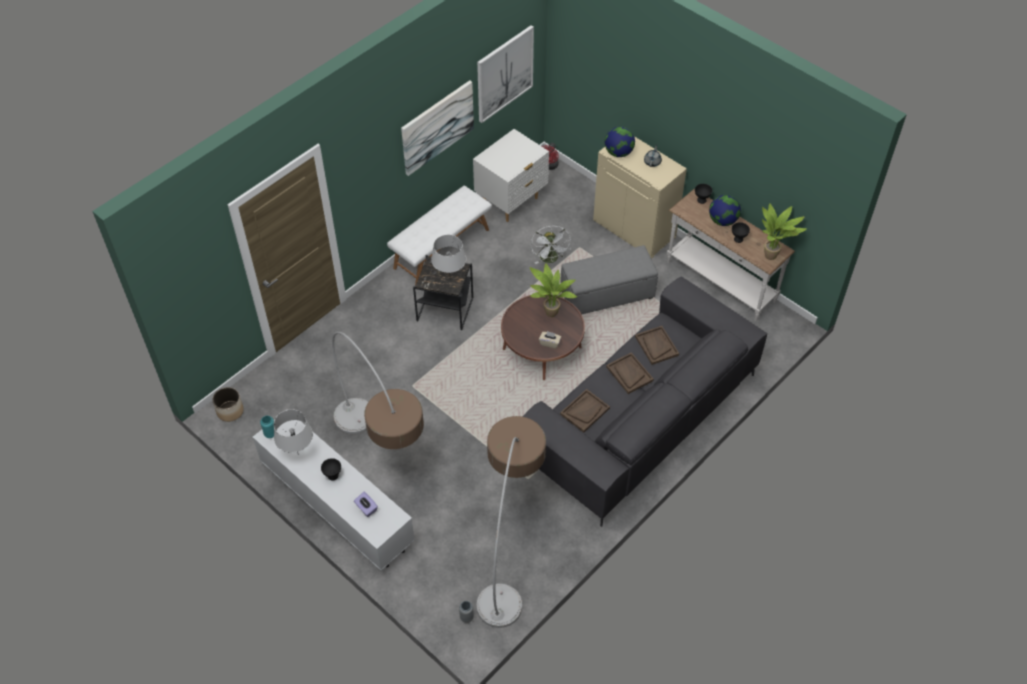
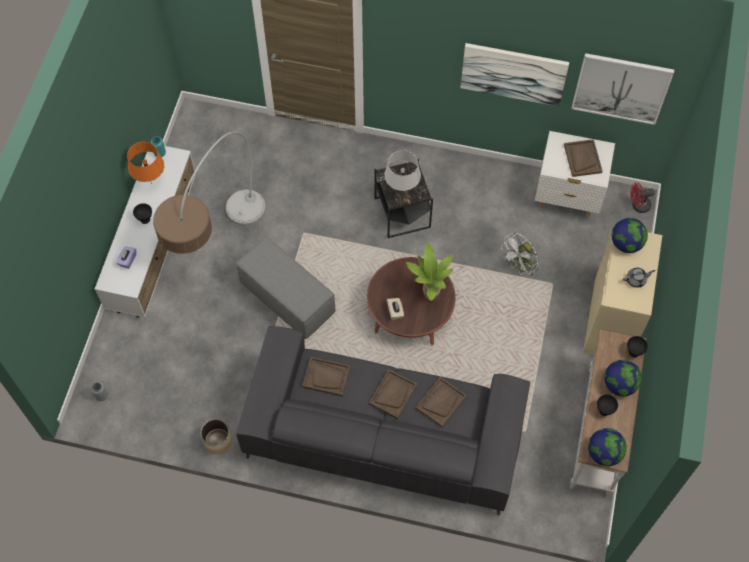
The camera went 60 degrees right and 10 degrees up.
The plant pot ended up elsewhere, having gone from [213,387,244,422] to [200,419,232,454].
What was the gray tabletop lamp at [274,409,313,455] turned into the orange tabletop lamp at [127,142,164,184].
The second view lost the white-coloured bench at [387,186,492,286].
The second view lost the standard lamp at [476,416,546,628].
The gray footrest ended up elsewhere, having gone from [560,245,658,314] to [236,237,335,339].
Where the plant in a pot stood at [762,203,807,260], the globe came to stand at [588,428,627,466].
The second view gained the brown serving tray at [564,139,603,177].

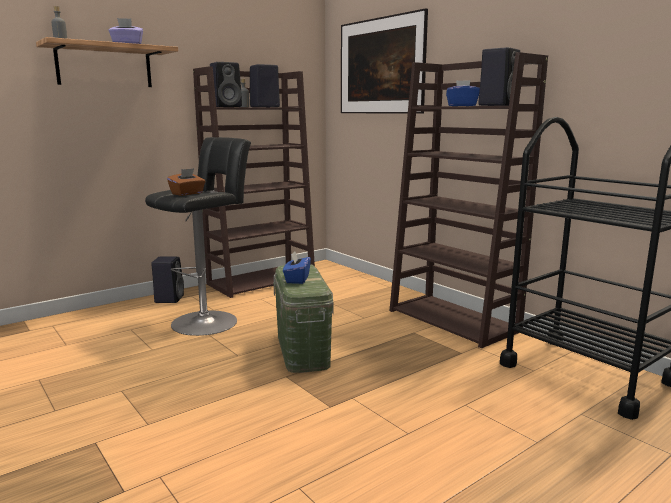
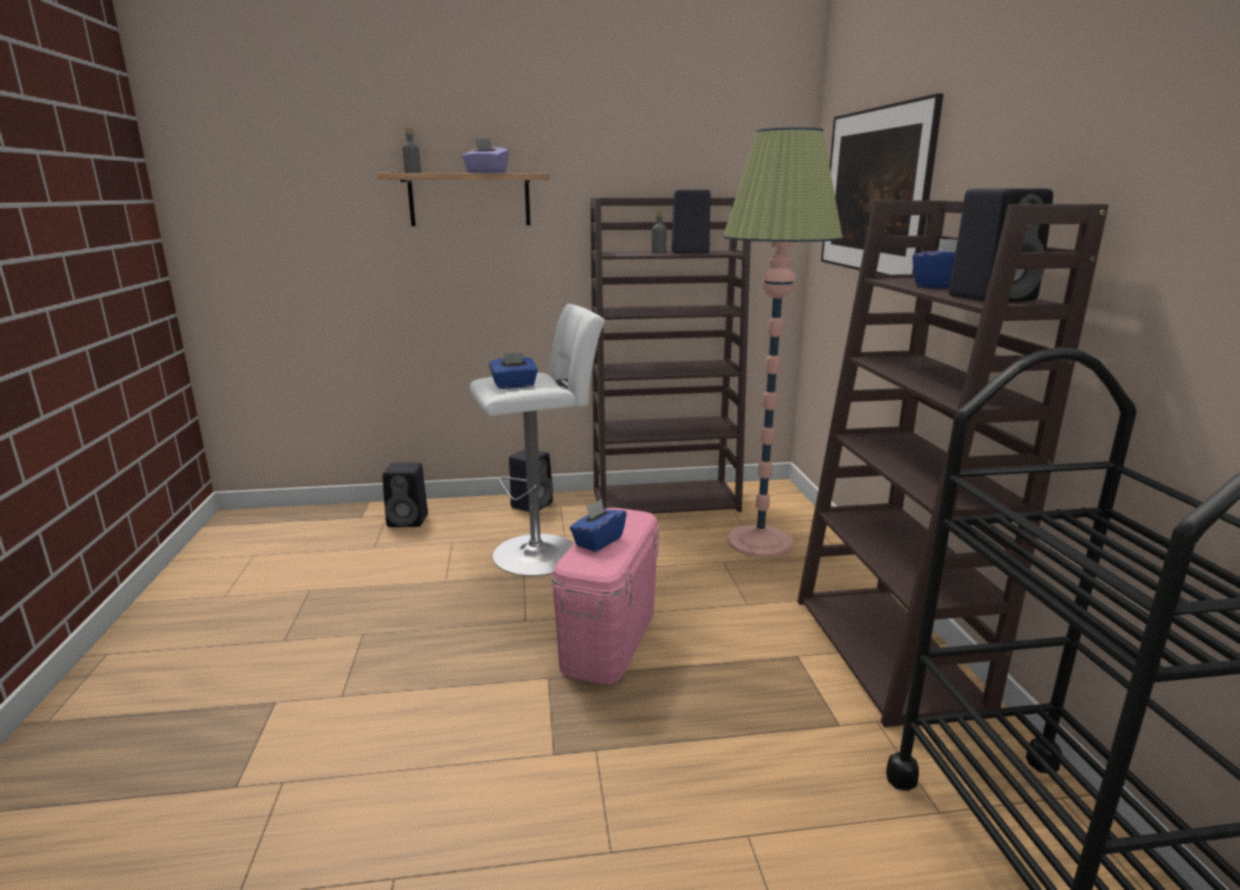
The camera went 30 degrees right and 5 degrees up.
What was the blackish stool at [145,137,251,336] turned into the white-coloured stool at [470,304,605,576].
What was the brown tissue holder at [167,168,206,196] turned into the blue-coloured tissue holder at [489,352,538,389].
The blackish audio speaker ended up elsewhere, having gone from [210,62,242,107] to [382,462,428,527].
What was the green storage box at [273,264,334,373] turned into the pink storage box at [551,508,659,684].
The second view gained the standard lamp at [723,128,843,558].

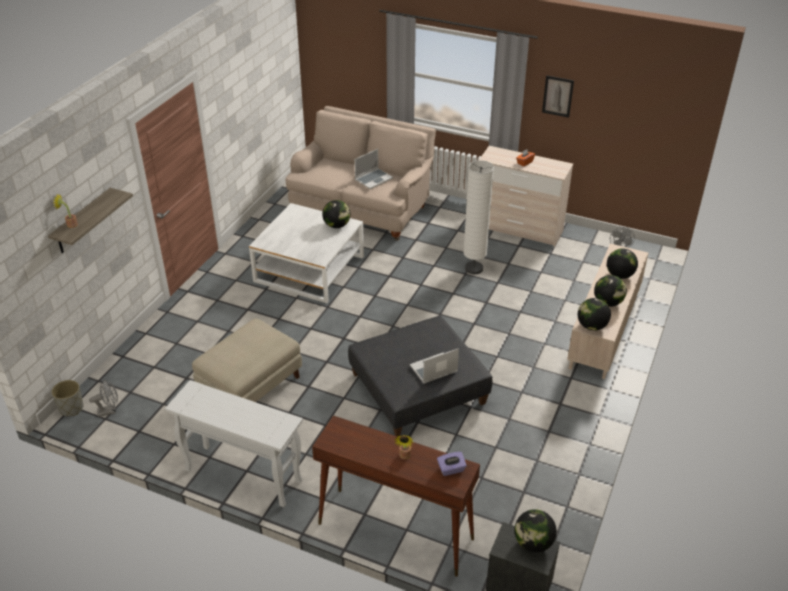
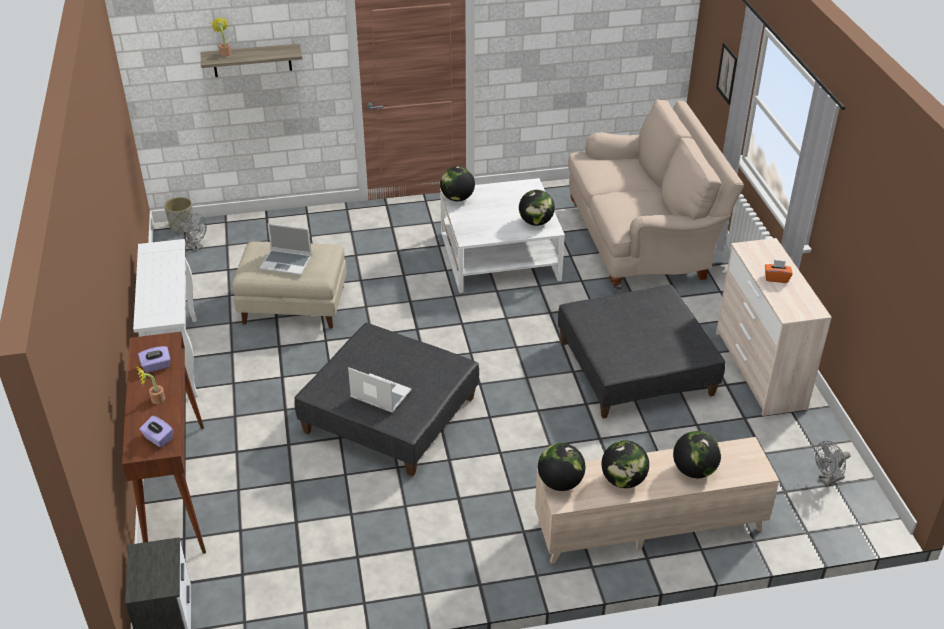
The camera went 55 degrees right and 0 degrees up.
The laptop ended up elsewhere, having gone from [354,149,393,189] to [260,223,312,276].
Where the white-coloured standard lamp stood at [463,160,494,274], the gray footrest came to stand at [558,285,725,418].
The globe ended up elsewhere, having gone from [514,509,557,552] to [440,166,475,201].
The picture ended up elsewhere, having gone from [542,75,574,118] to [716,42,737,105].
The second view gained the purple tissue holder at [138,346,171,373].

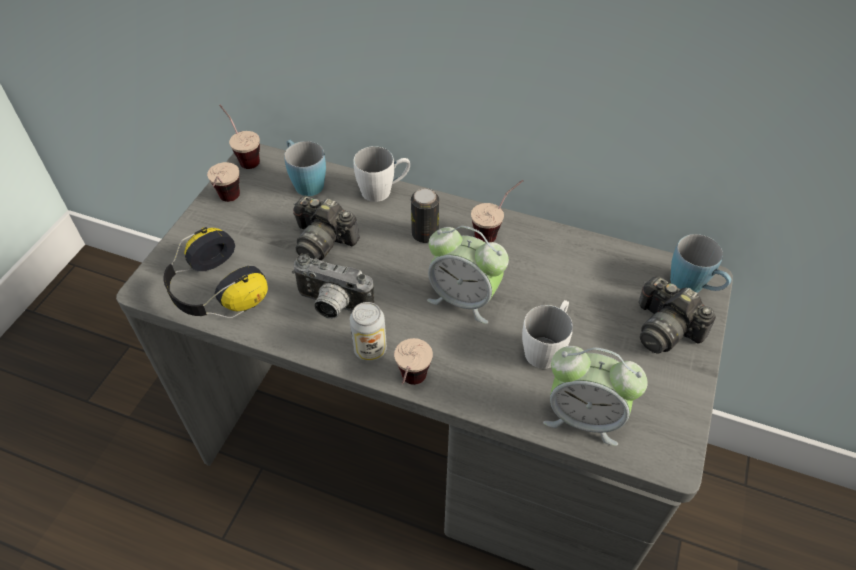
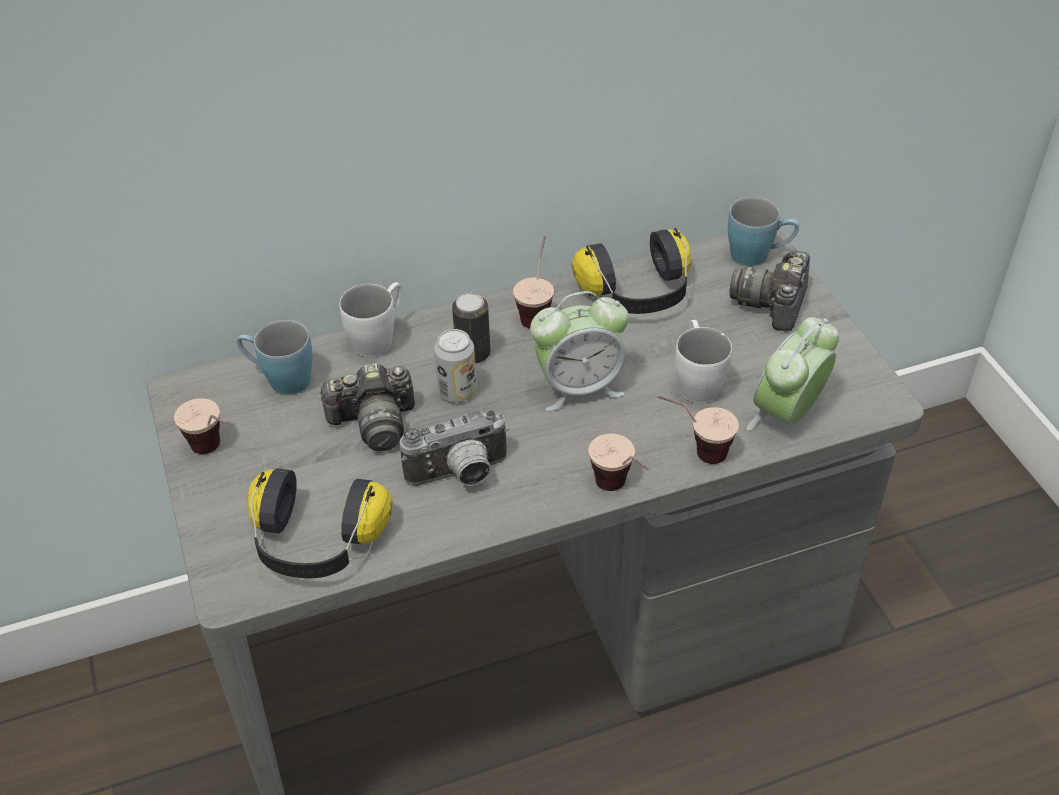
The camera went 40 degrees left and 5 degrees down.
The small cup ended up elsewhere, having gone from [219,104,260,169] to [657,395,739,464].
The sealed can ended up elsewhere, having gone from [350,302,387,361] to [434,329,477,403].
The bedside clock at [543,346,648,446] ended up facing another way, 150 degrees clockwise from before.
The still camera at [639,276,716,353] ended up facing another way, 105 degrees clockwise from before.
The second view gained the pair of headphones at [572,228,691,314].

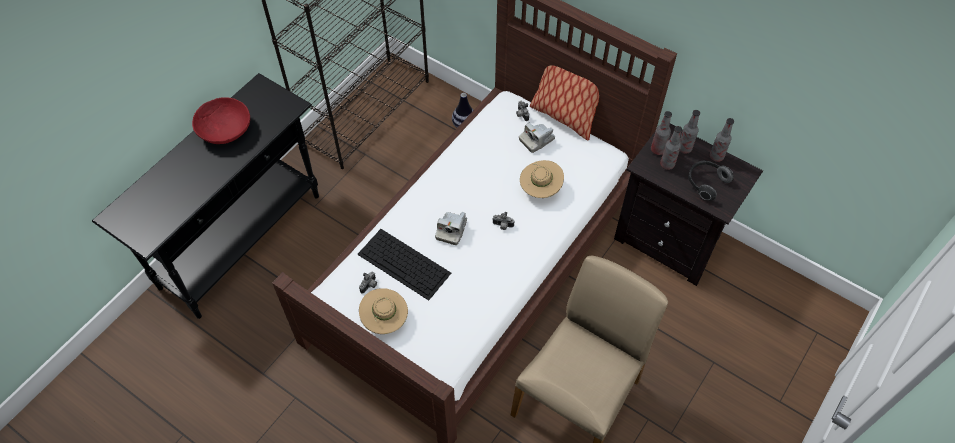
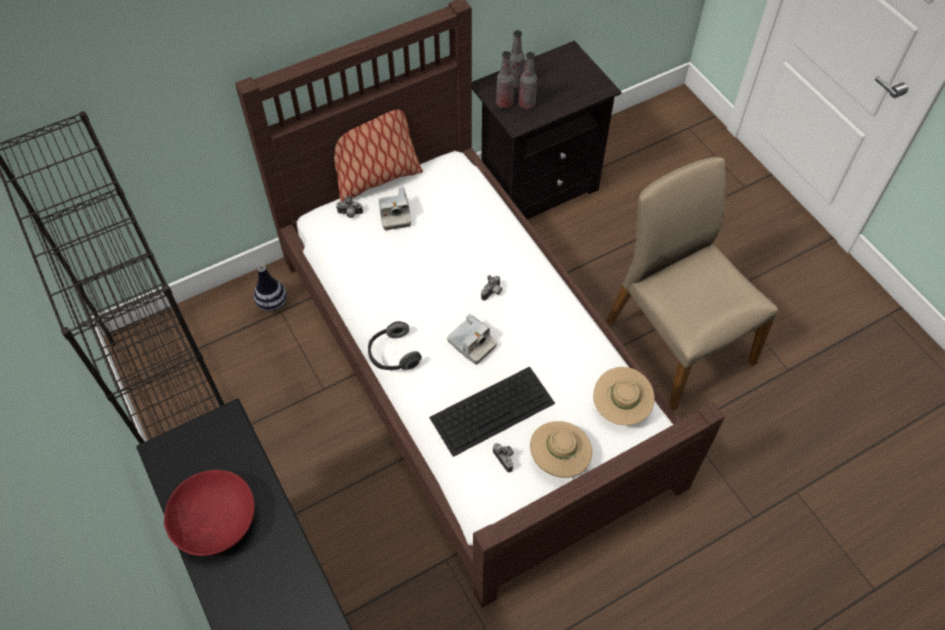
The camera went 65 degrees left and 0 degrees up.
The sand-coloured hat ended up elsewhere, having gone from [520,160,564,198] to [593,367,655,425].
The pair of headphones ended up elsewhere, having gone from [688,160,734,201] to [368,321,422,370].
The second view lost the drink bottle at [710,118,734,162].

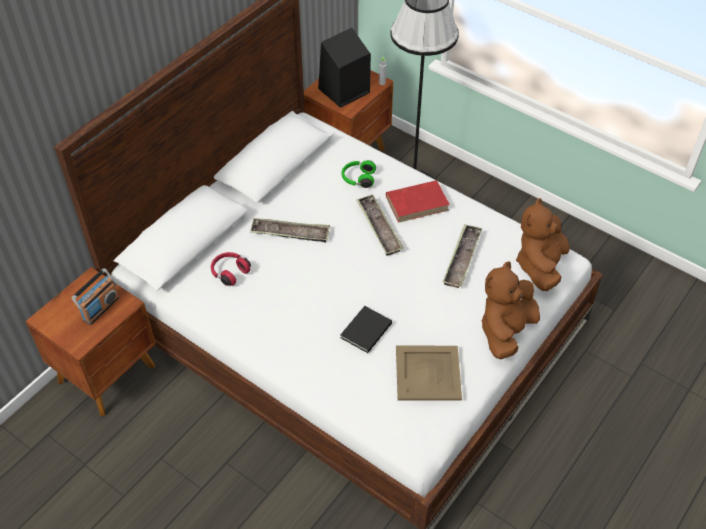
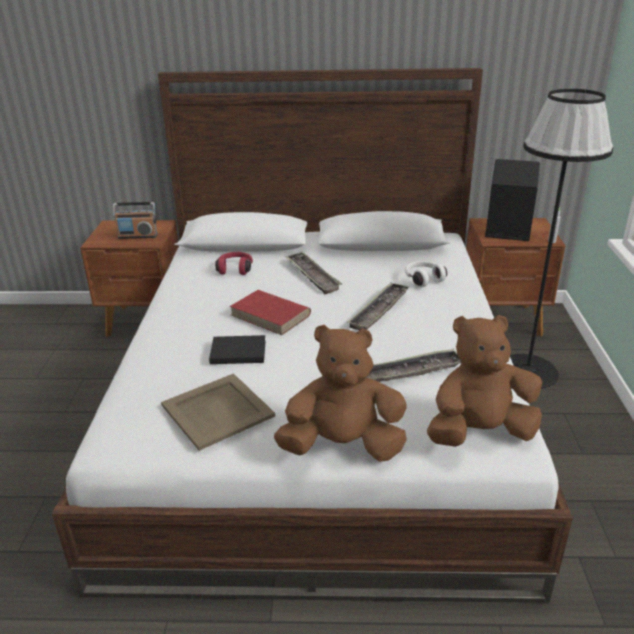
The camera went 55 degrees right and 20 degrees down.
What was the green pair of headphones at [341,160,376,188] turned into the white-coloured pair of headphones at [405,261,447,287].
The red bound book ended up elsewhere, having gone from [386,180,450,223] to [230,290,311,335].

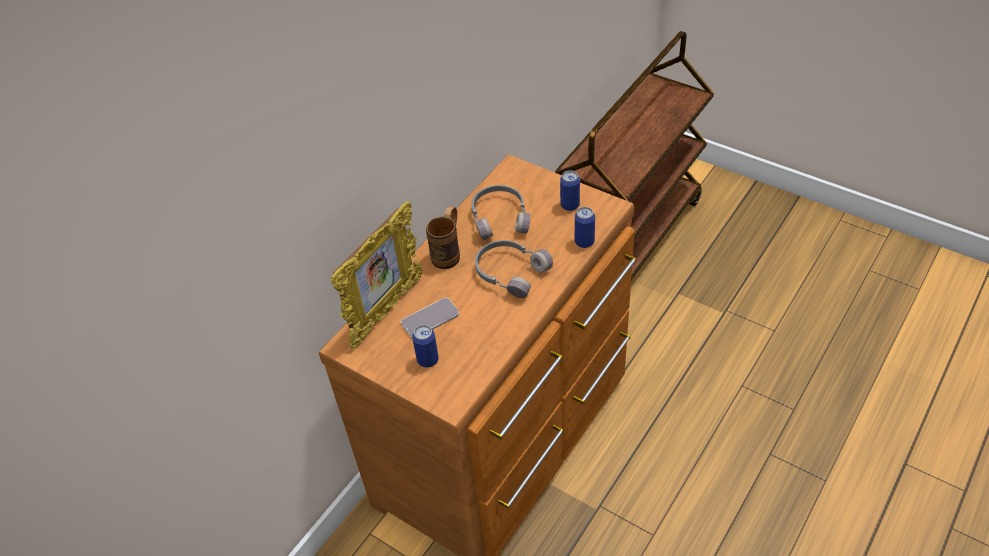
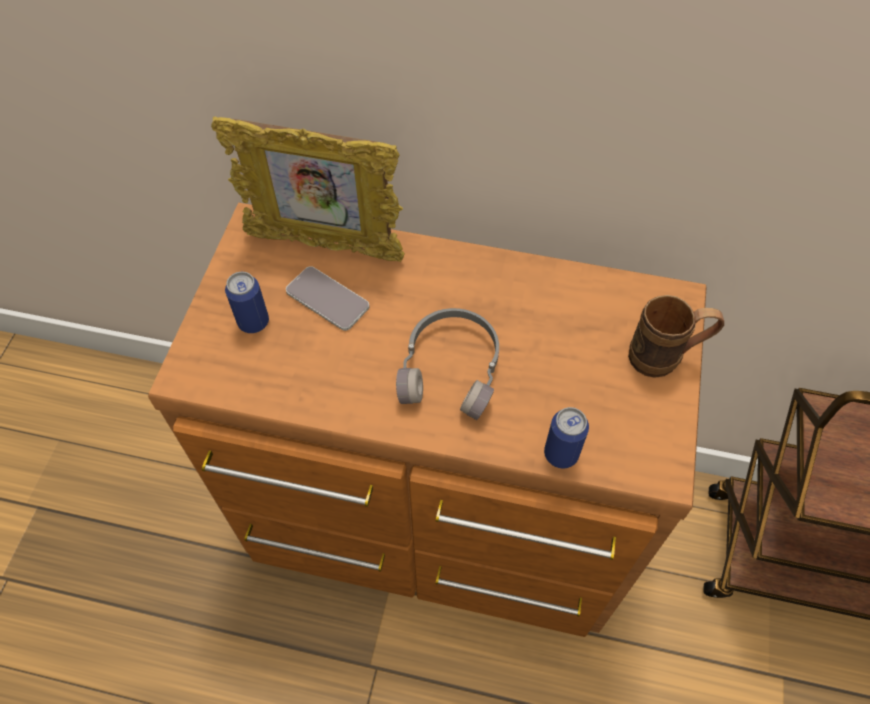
The camera went 65 degrees right and 10 degrees up.
The brown tea mug ended up elsewhere, having gone from [426,206,460,269] to [628,295,724,378].
The second view lost the gray pair of headphones at [471,185,531,241].
The second view lost the sealed can at [560,170,580,211].

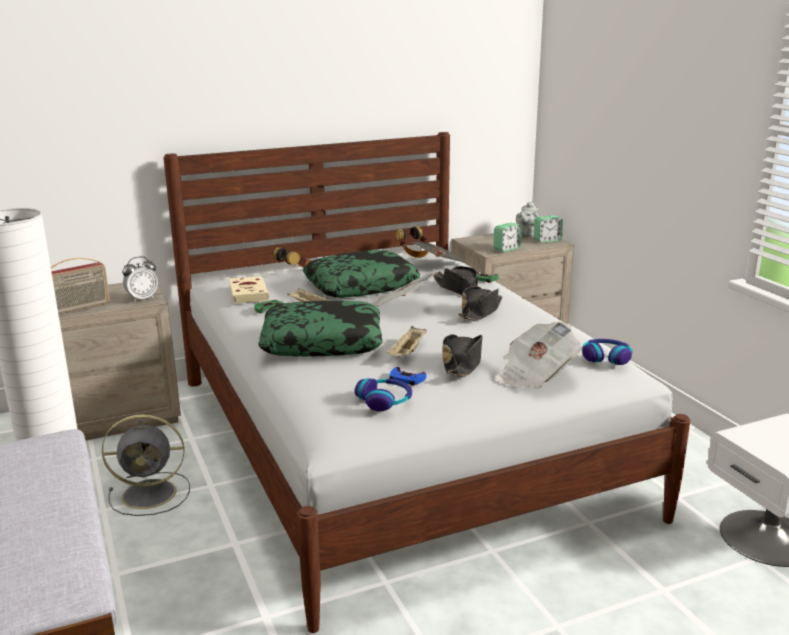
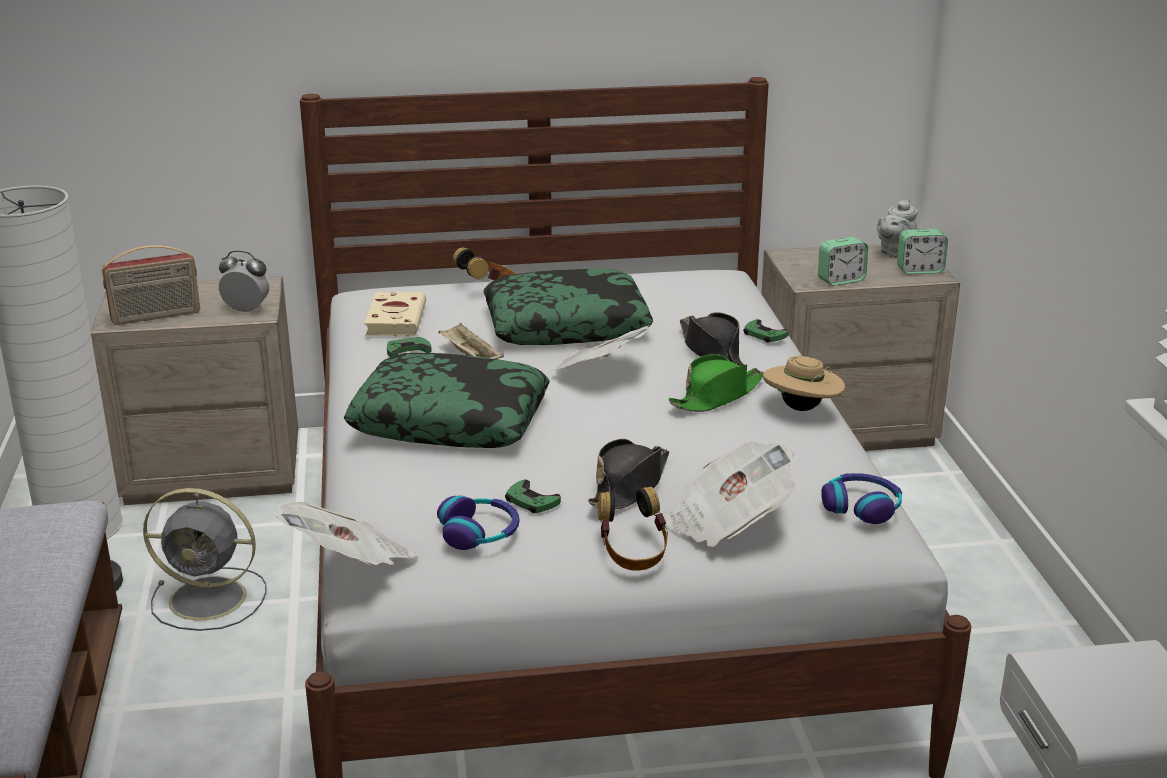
The camera went 15 degrees right and 5 degrees up.
The bedside clock at [122,257,158,302] ended up facing another way, 150 degrees counterclockwise from before.
The second view lost the sand-coloured serving tray at [387,326,427,356].
What was the blue-coloured joypad at [389,367,426,386] turned into the green joypad at [505,479,561,513].
The pair of headphones ended up elsewhere, having gone from [396,226,429,258] to [598,487,668,571].
The printed paper ended up elsewhere, having gone from [410,241,465,262] to [276,502,418,566].
What was the blackish hat at [457,286,502,320] turned into the green hat at [668,354,763,412].
The second view gained the sand-coloured hat at [763,356,845,411].

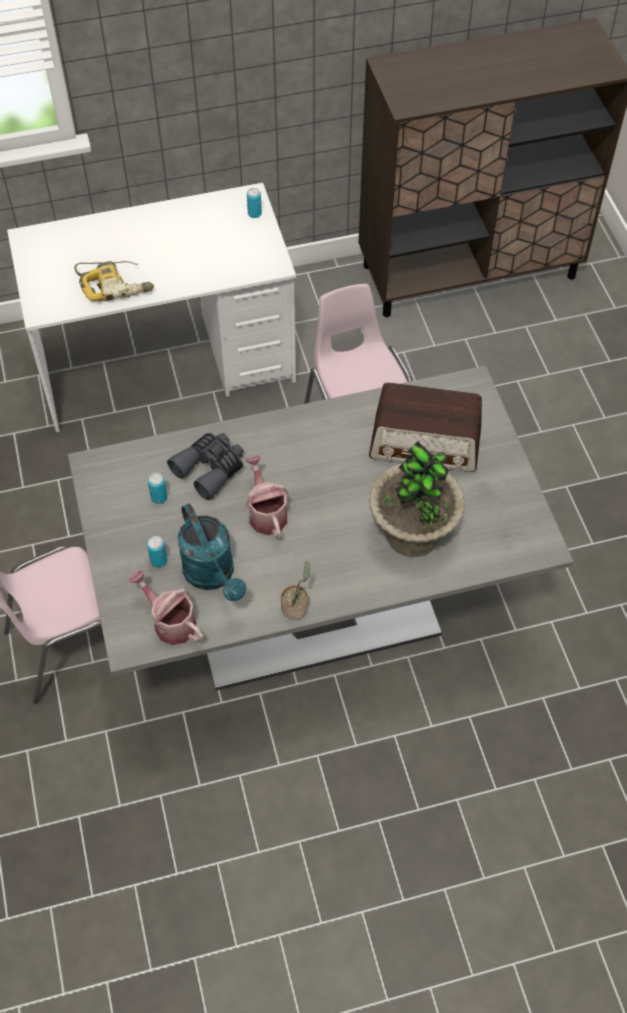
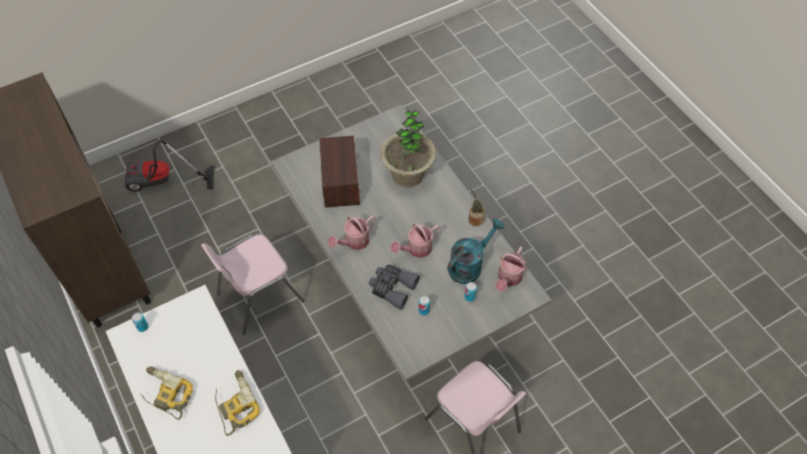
The camera went 105 degrees left and 0 degrees up.
The second view gained the vacuum at [125,140,215,191].
The second view gained the power drill at [140,366,193,420].
The second view gained the sprinkling can at [328,215,376,250].

